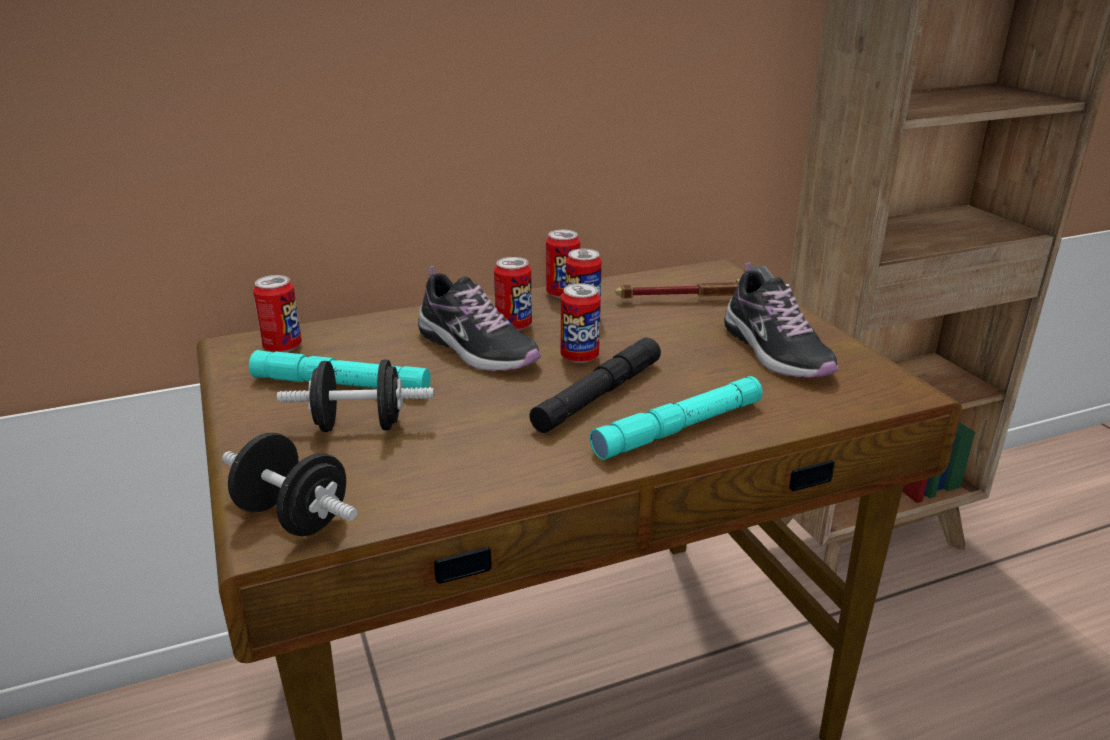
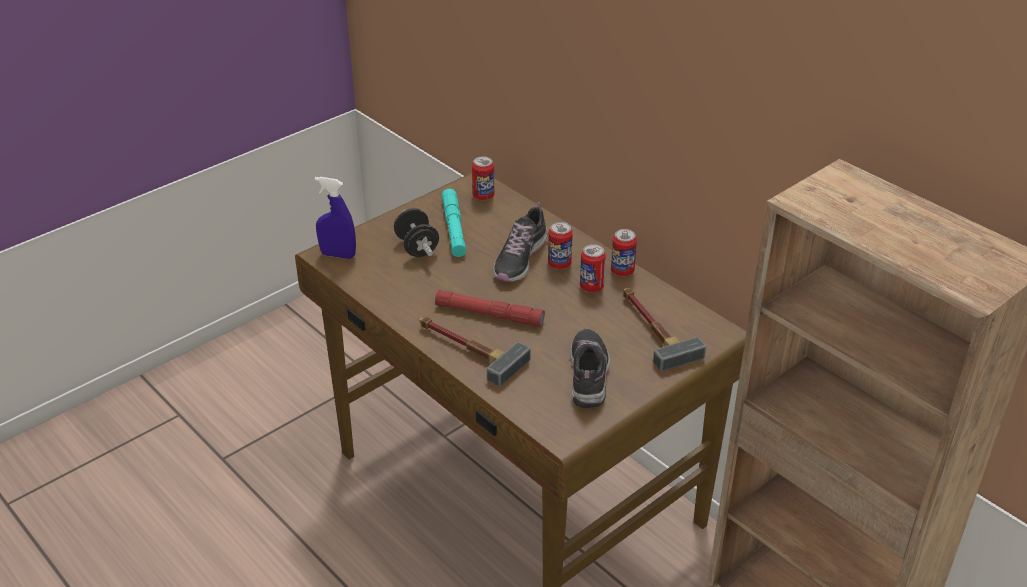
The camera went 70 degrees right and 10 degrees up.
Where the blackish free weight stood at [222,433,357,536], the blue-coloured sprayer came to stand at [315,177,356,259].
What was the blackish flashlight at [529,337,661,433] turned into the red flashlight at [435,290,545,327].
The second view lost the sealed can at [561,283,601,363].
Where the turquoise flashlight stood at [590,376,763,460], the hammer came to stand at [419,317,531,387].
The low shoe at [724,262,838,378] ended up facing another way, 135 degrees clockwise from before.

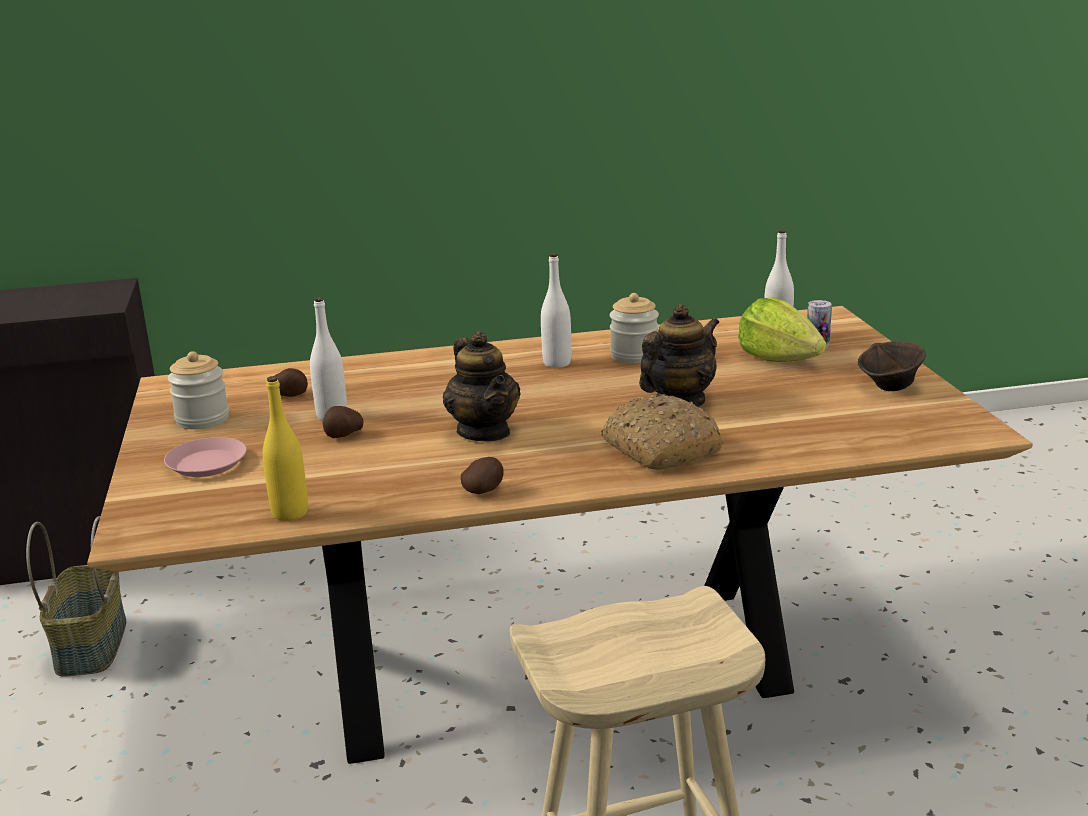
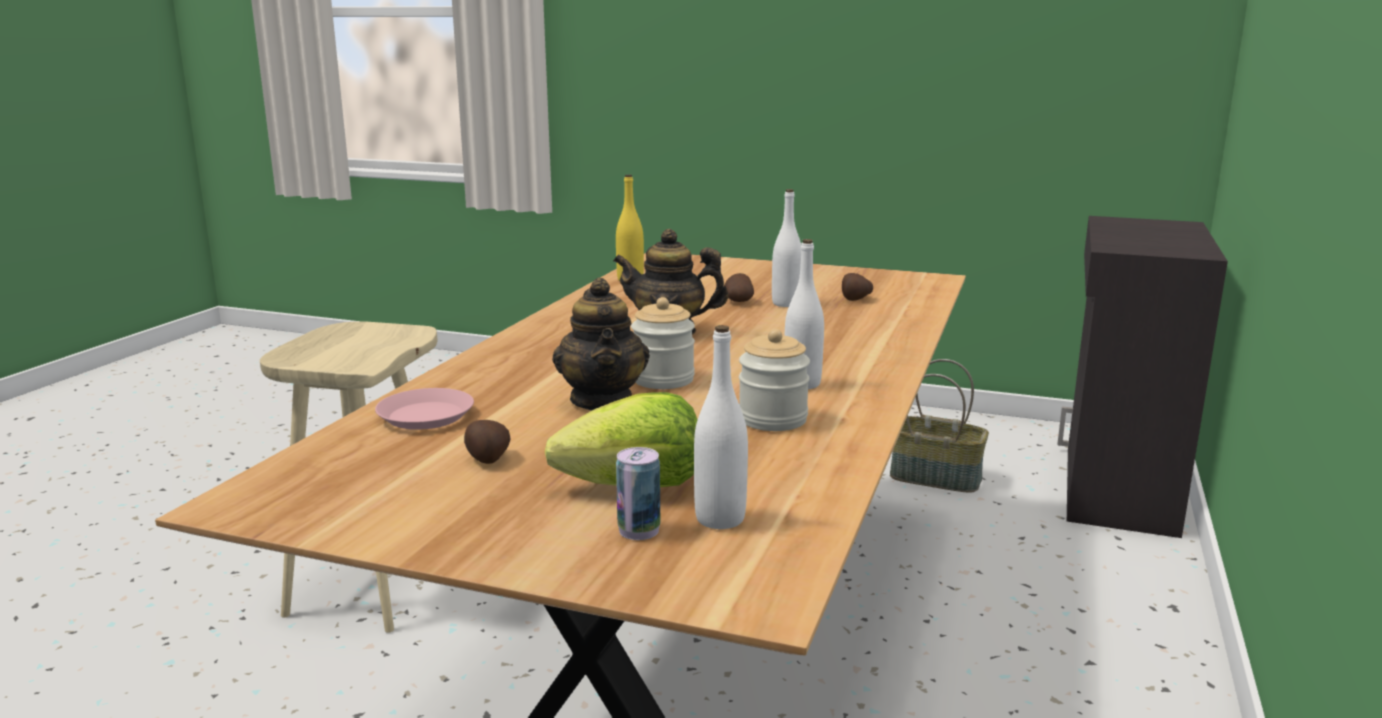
The camera went 120 degrees right and 5 degrees down.
The pink flat dish ended up elsewhere, having gone from [164,437,247,477] to [375,388,474,430].
The jar ended up elsewhere, having gone from [168,351,229,429] to [631,297,695,389].
The spud ended up elsewhere, having gone from [461,457,503,494] to [464,420,510,464].
The second view lost the bakery bread at [601,394,724,470].
The second view lost the brown bowl at [858,341,926,391].

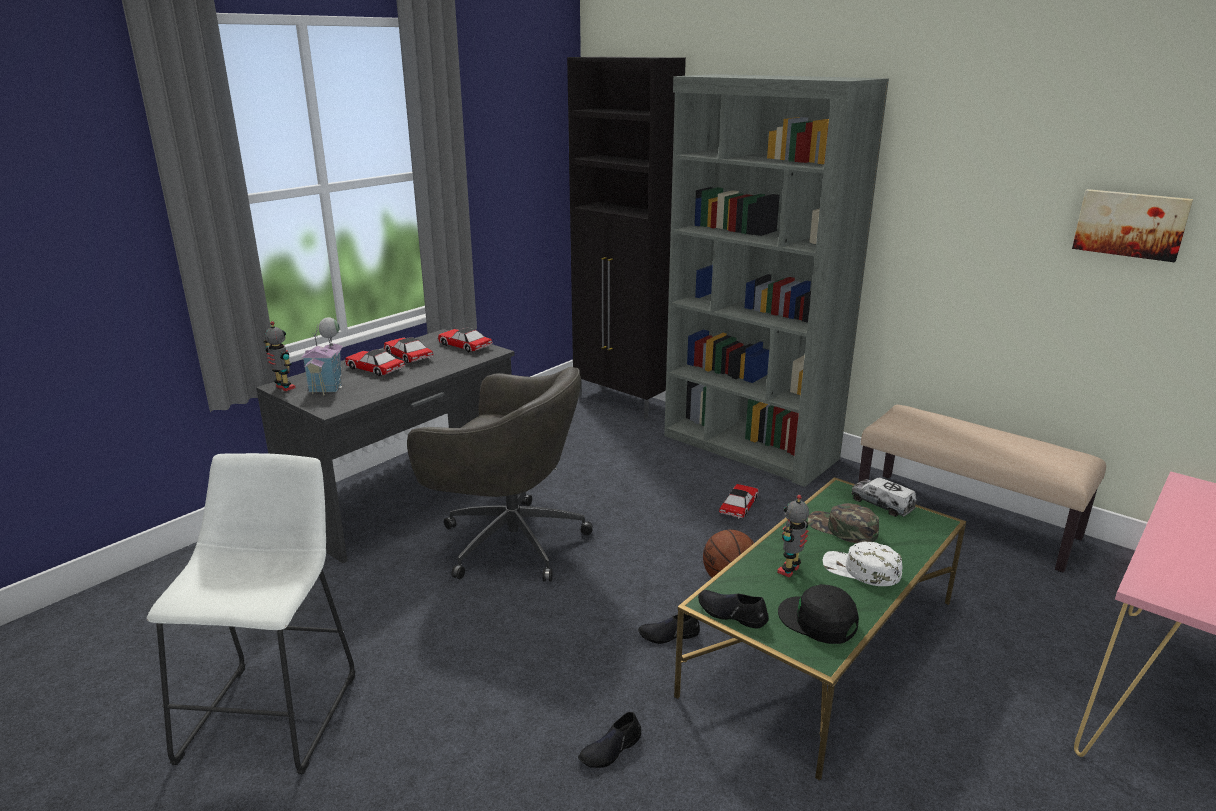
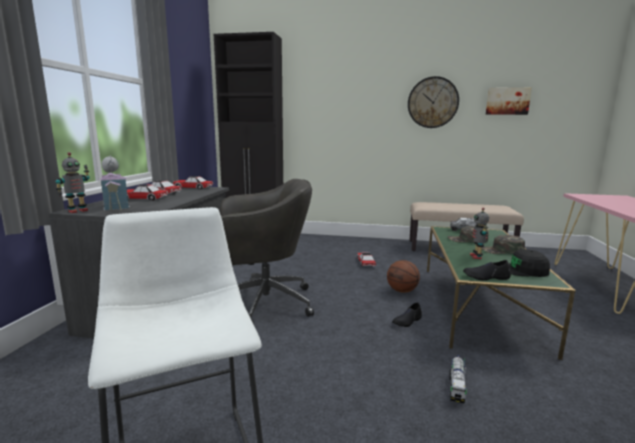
The camera went 30 degrees left and 10 degrees down.
The toy robot at [263,321,296,391] ended up facing another way, 120 degrees clockwise from before.
Where the blackish low shoe stood at [578,712,641,768], the toy truck came to stand at [449,355,467,404].
The second view lost the gray bookshelf at [664,74,889,487].
What was the white-coloured cap at [823,542,902,586] turned into the green cap at [482,235,525,254].
The second view gained the hanging clock at [408,76,459,128].

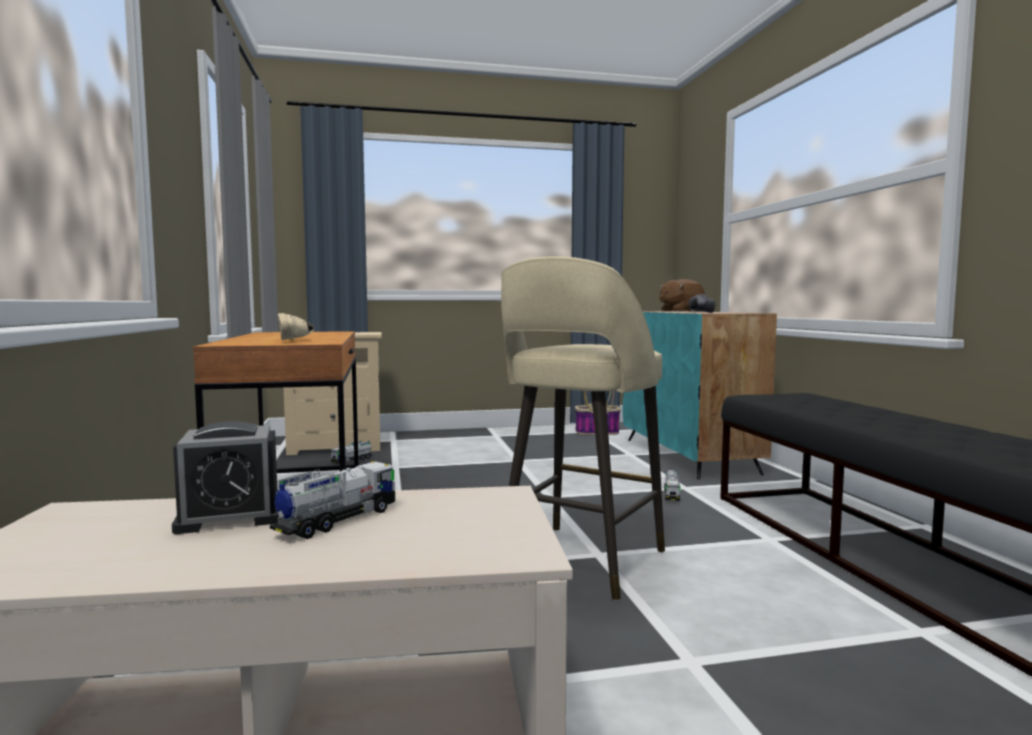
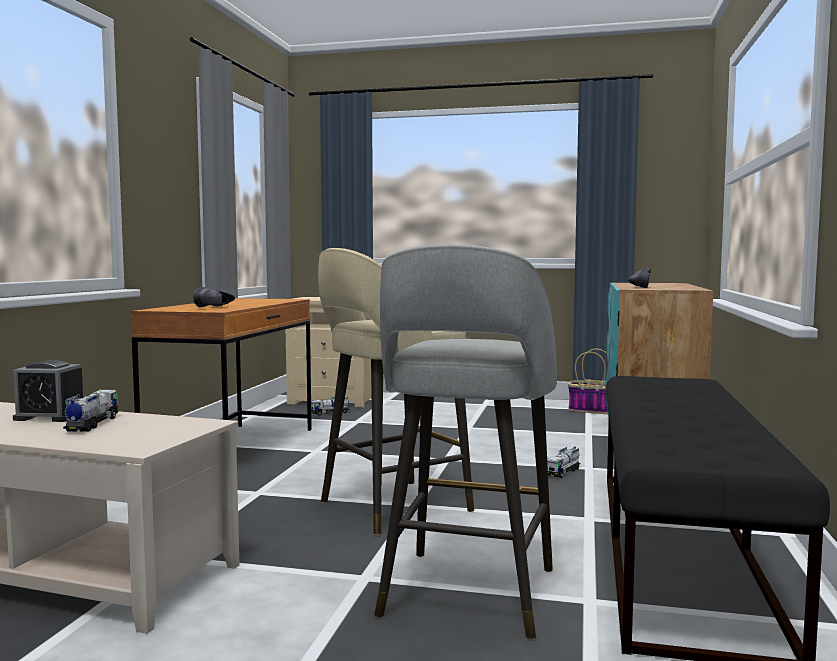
The camera went 25 degrees right and 0 degrees up.
The toy truck at [270,461,395,539] ended up facing another way, 60 degrees counterclockwise from before.
What was the sand-coloured low shoe at [278,313,314,340] turned into the blackish low shoe at [193,287,235,308].
The second view lost the brown plush toy at [659,279,705,312].
The second view gained the gray stool at [374,244,557,640].

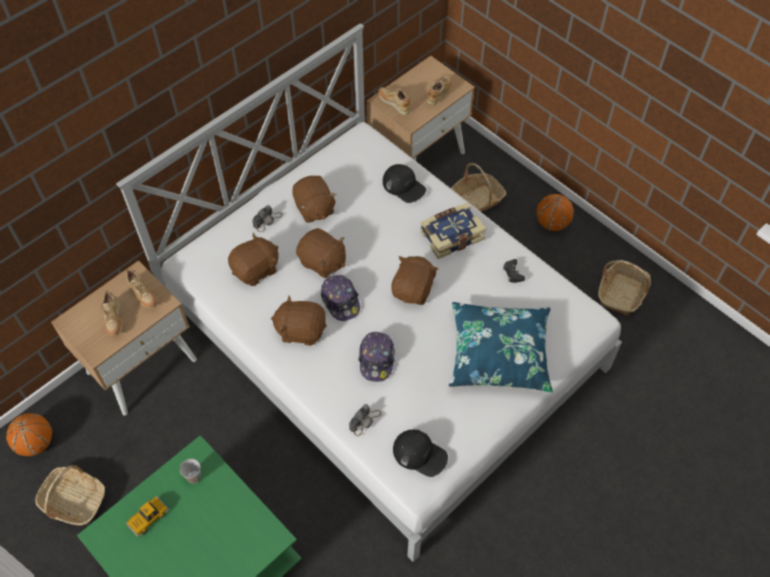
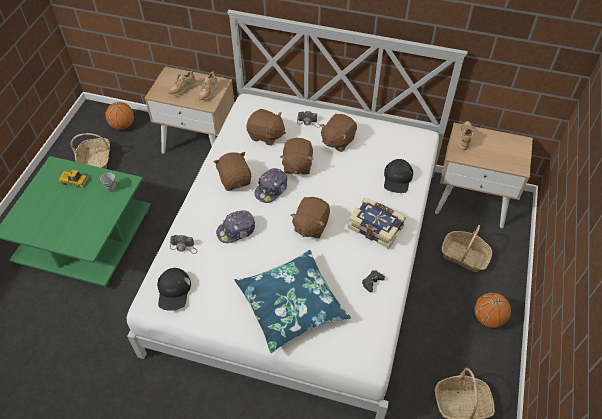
The camera went 60 degrees right and 5 degrees down.
The brown plush toy at [391,256,439,305] ended up facing another way, 120 degrees clockwise from before.
The second view lost the sand-coloured low shoe at [427,74,452,106].

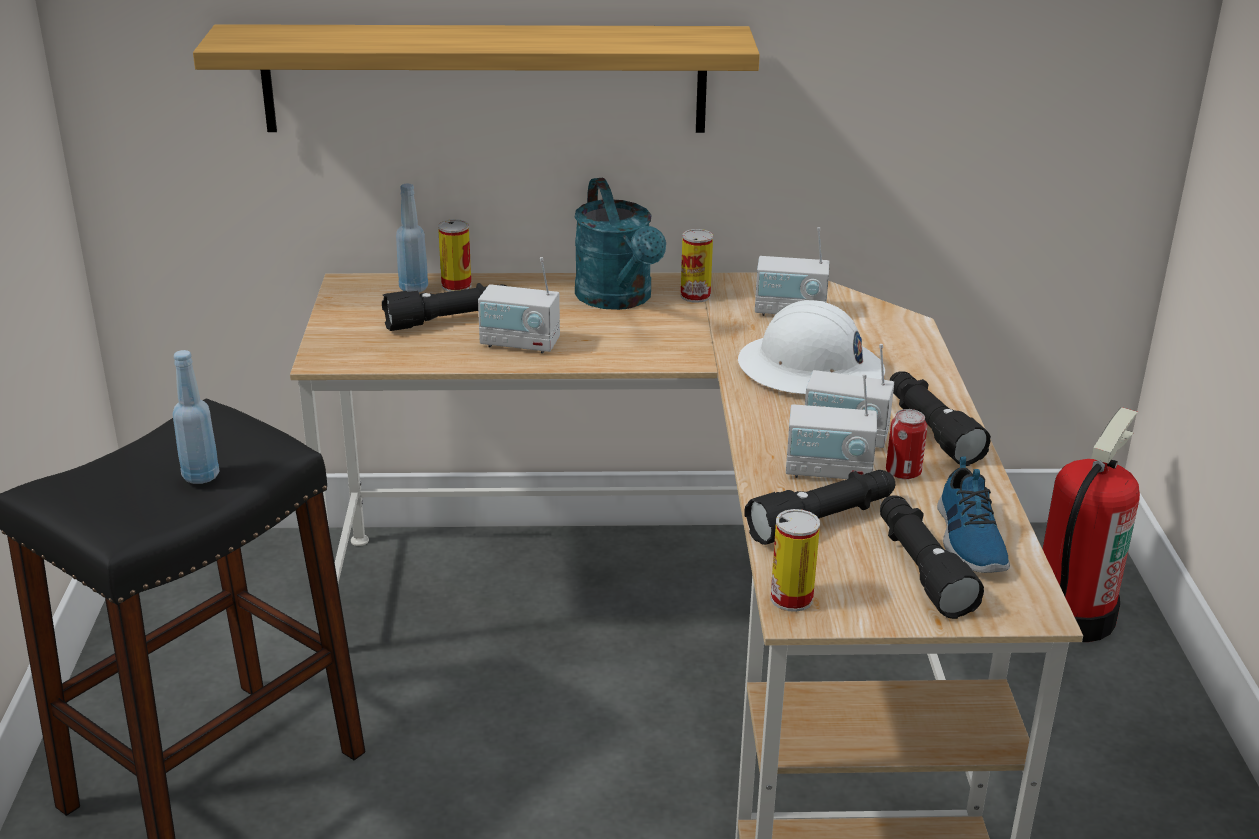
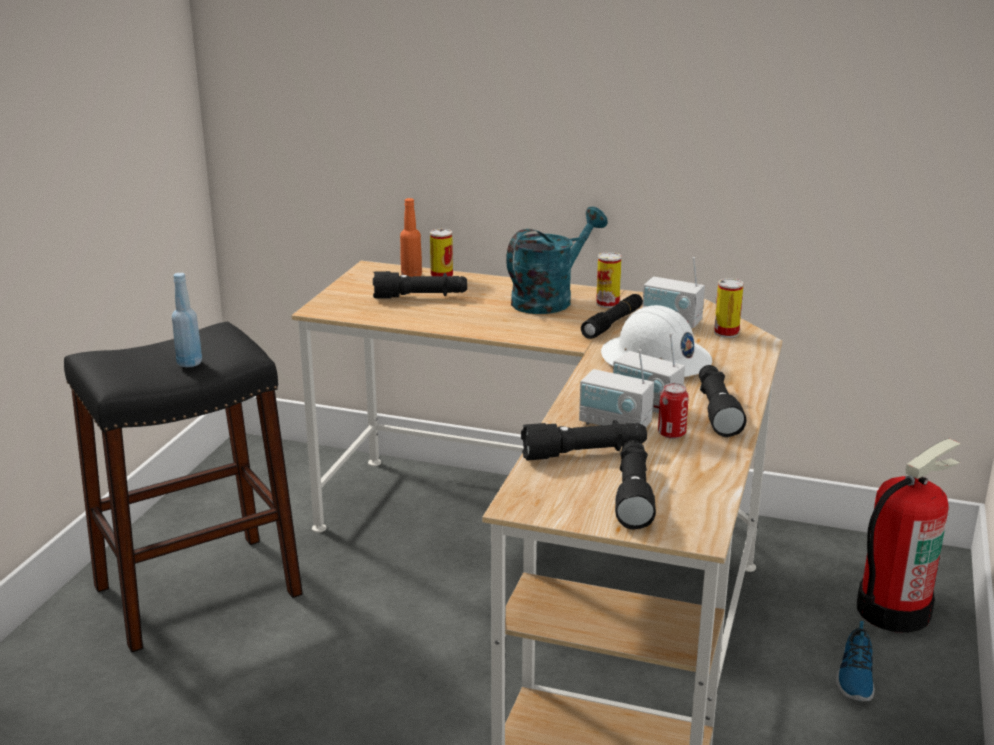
The camera went 20 degrees right and 5 degrees down.
The second view lost the wall shelf at [193,24,760,133].
What was the blue-coloured drink bottle at [396,184,428,292] turned into the orange drink bottle at [400,198,422,277].
The second view lost the radio at [478,257,560,354].
The turquoise sprinkling can at [575,177,666,310] ended up facing another way, 135 degrees counterclockwise from before.
The sealed can ended up elsewhere, having gone from [771,509,820,612] to [714,278,744,338].
The low shoe ended up elsewhere, having gone from [937,456,1010,573] to [836,621,875,701].
The second view gained the blackish flashlight at [581,294,643,339].

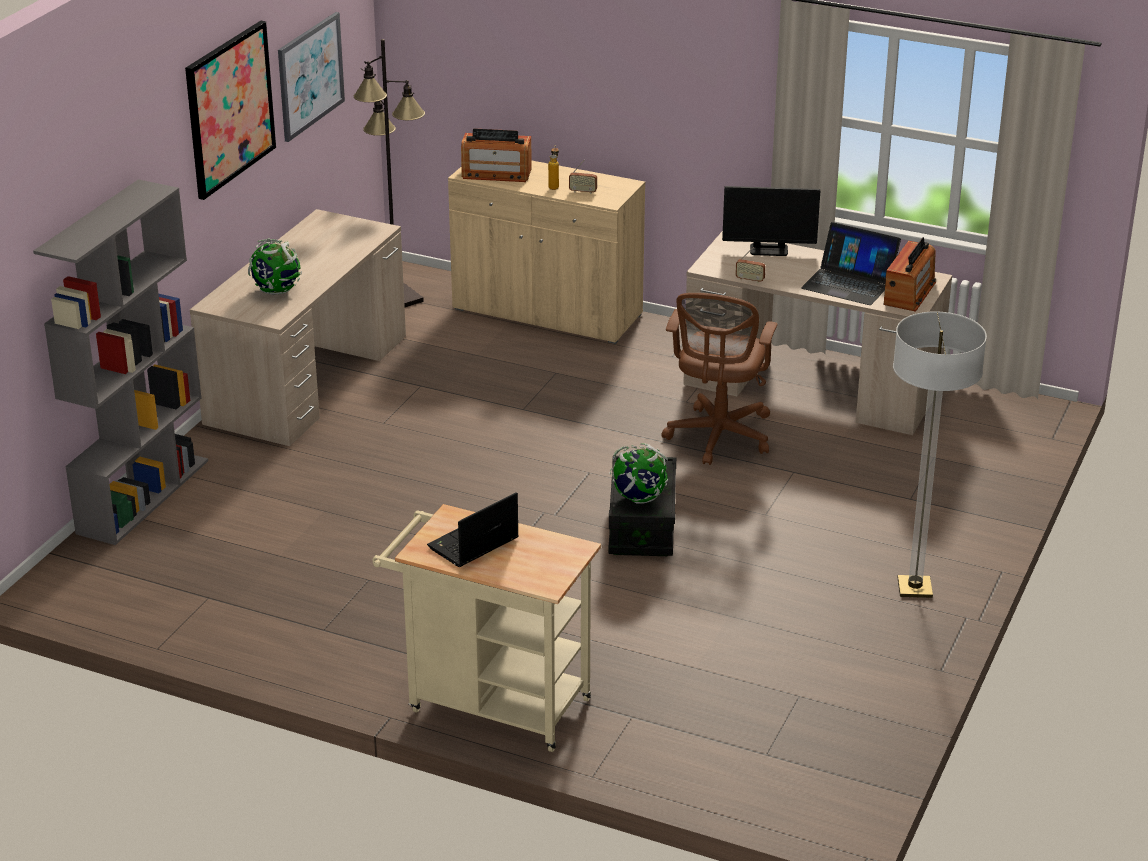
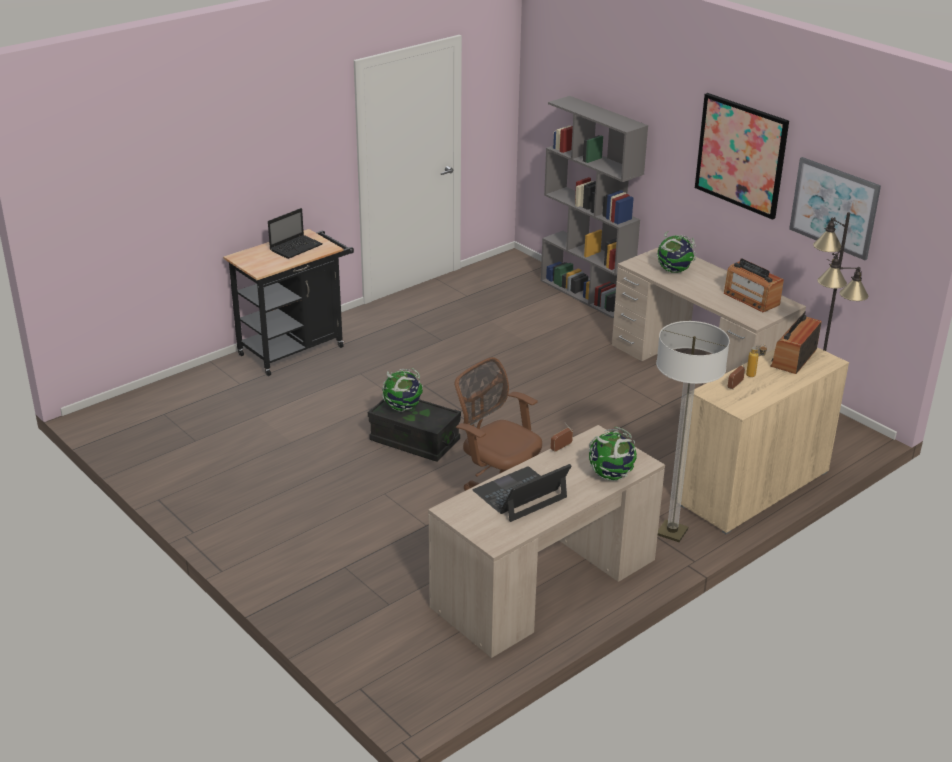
The camera went 115 degrees right and 0 degrees up.
What was the sand-coloured trolley at [372,504,601,752] turned into the blackish trolley at [223,229,354,376].
The laptop at [427,492,519,567] ended up facing another way, 60 degrees clockwise from before.
Where the computer screen stood at [722,186,820,256], the globe came to stand at [589,427,637,481].
The radio ended up elsewhere, having gone from [884,237,936,312] to [724,258,784,312].
The standard lamp ended up elsewhere, having gone from [893,311,987,598] to [656,321,730,542].

